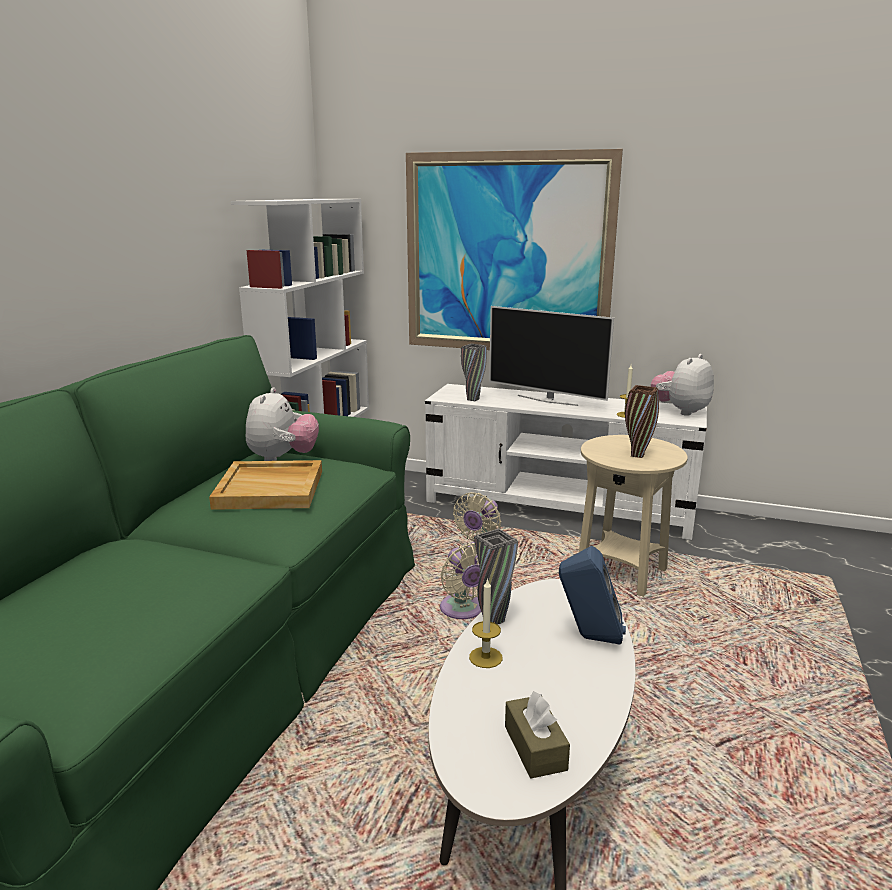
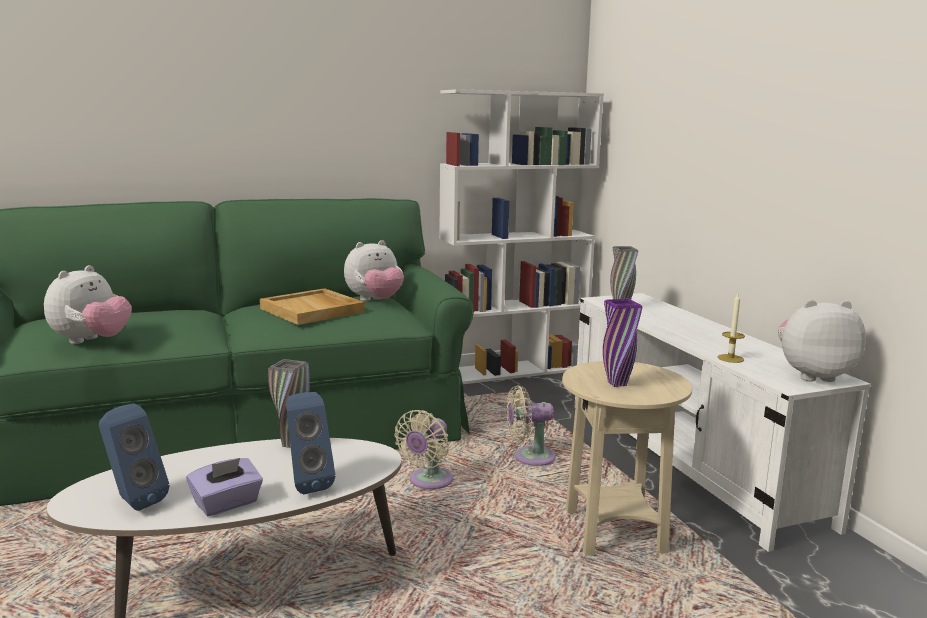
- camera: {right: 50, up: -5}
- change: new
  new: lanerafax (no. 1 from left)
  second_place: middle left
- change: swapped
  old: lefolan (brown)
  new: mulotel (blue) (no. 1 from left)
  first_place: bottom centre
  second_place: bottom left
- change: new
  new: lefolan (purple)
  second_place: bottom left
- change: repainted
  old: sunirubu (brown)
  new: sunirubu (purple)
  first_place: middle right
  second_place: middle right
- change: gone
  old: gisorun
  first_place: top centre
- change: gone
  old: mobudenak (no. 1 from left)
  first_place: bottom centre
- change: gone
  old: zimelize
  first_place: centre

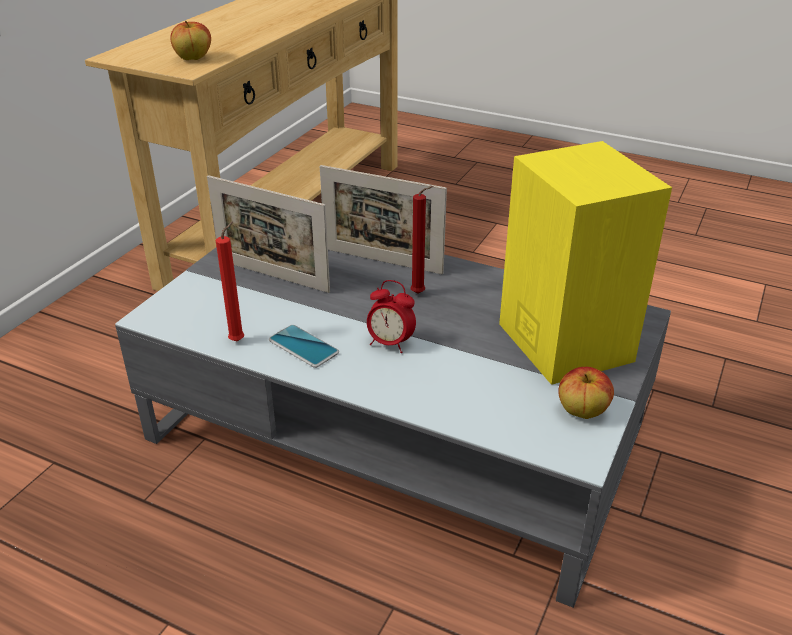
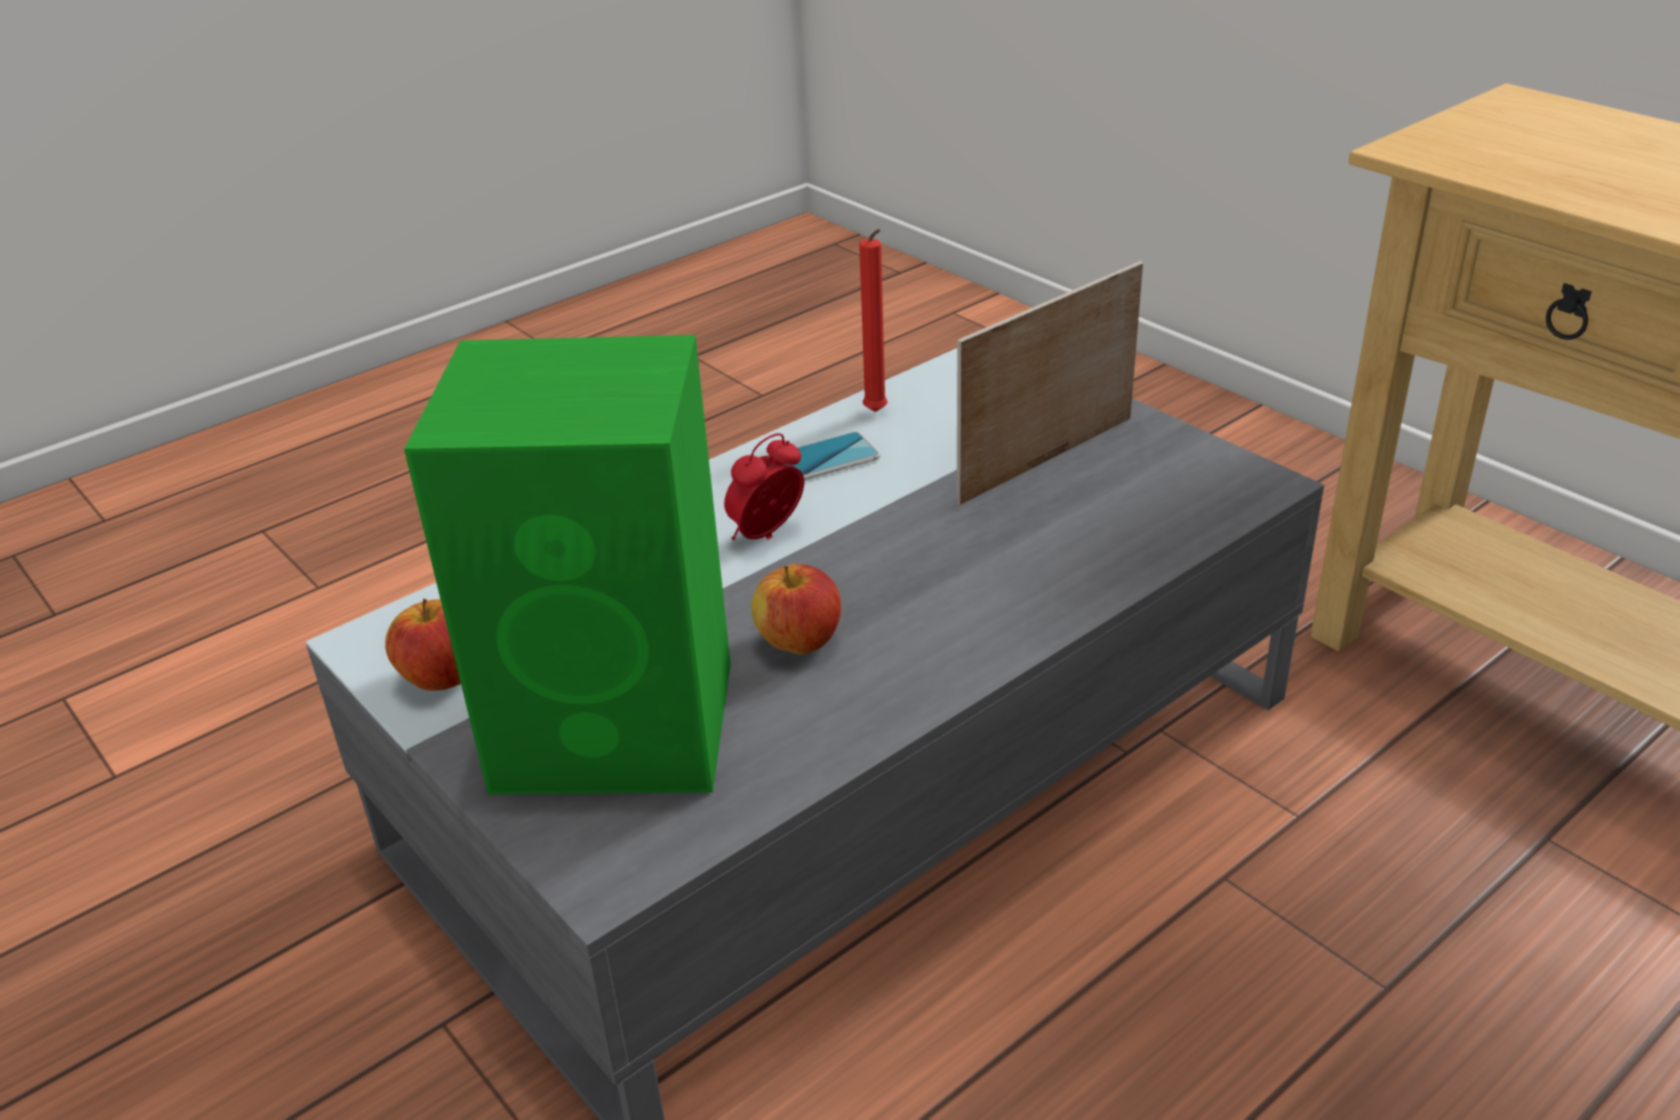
- camera: {right: 115, up: 0}
- change: repainted
  old: mulotel (yellow)
  new: mulotel (green)
  first_place: middle right
  second_place: centre
- change: shifted
  old: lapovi (no. 1 from left in the first image)
  new: lapovi (no. 2 from left)
  first_place: top left
  second_place: centre
- change: gone
  old: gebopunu (no. 2 from left)
  first_place: centre
- change: gone
  old: mobudenak (red) (no. 2 from left)
  first_place: centre

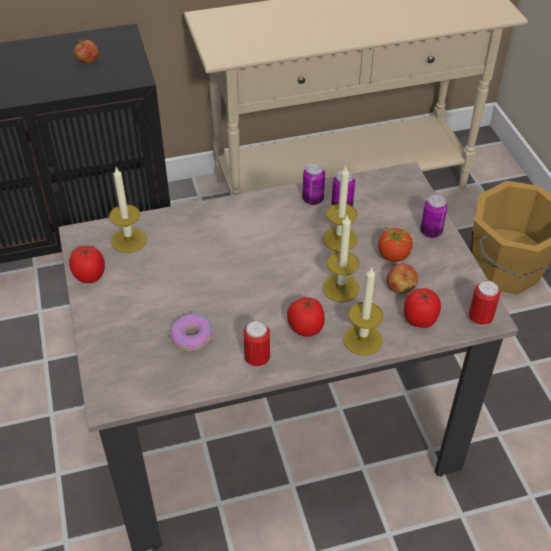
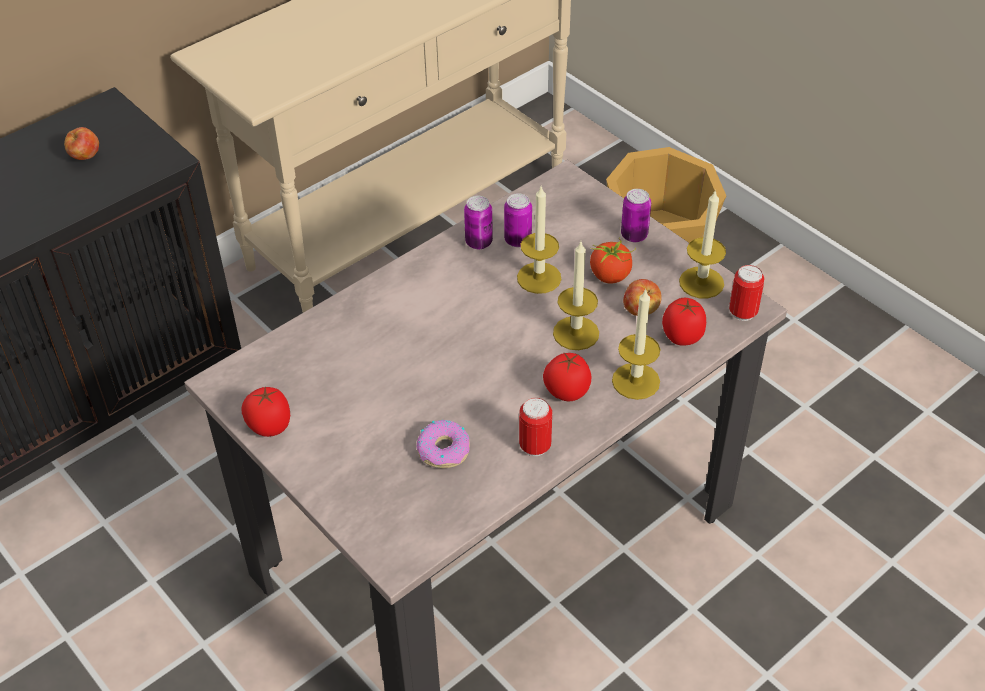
- camera: {right: -25, up: 0}
- change: shifted
  old: mobudenak (no. 1 from left in the first image)
  new: mobudenak (no. 4 from left)
  first_place: middle left
  second_place: middle right

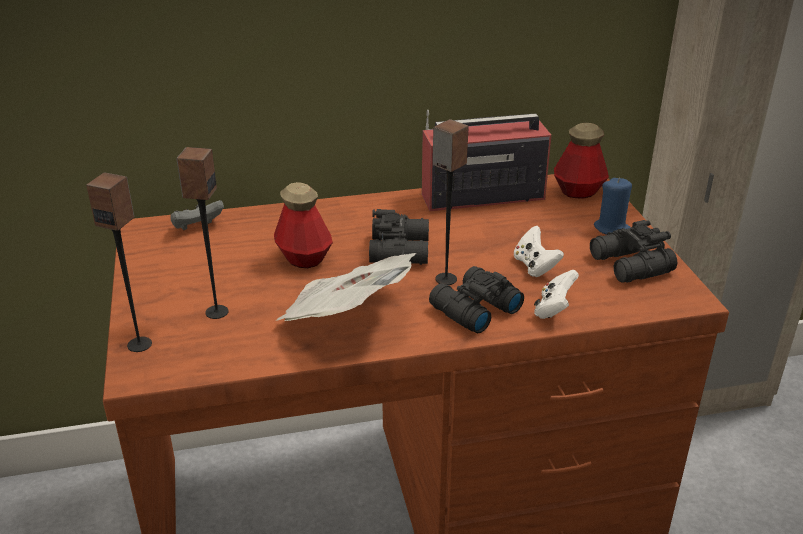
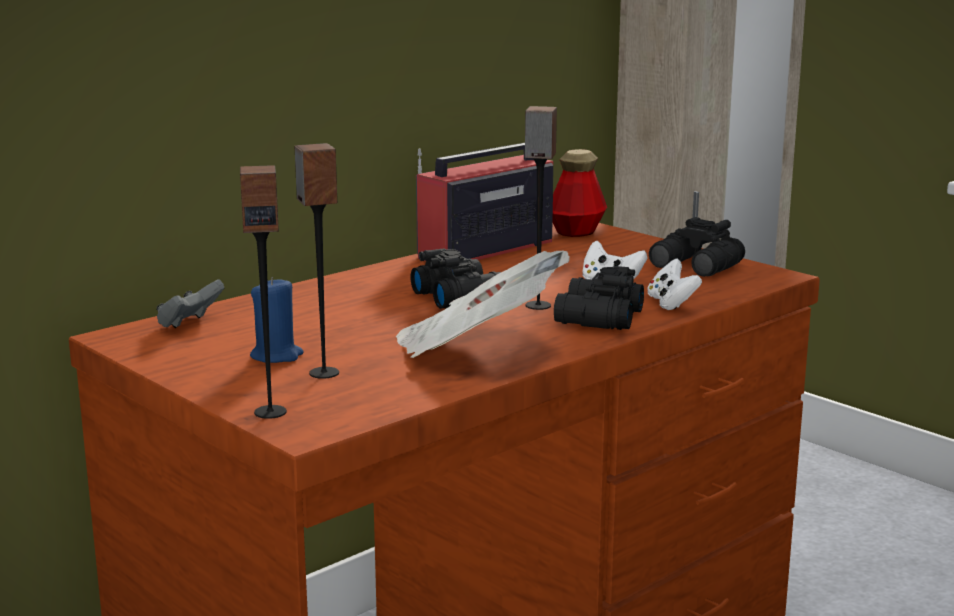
- camera: {right: -30, up: -15}
- change: shifted
  old: mobudenak (blue)
  first_place: middle right
  second_place: middle left
- change: gone
  old: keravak (no. 1 from left)
  first_place: centre

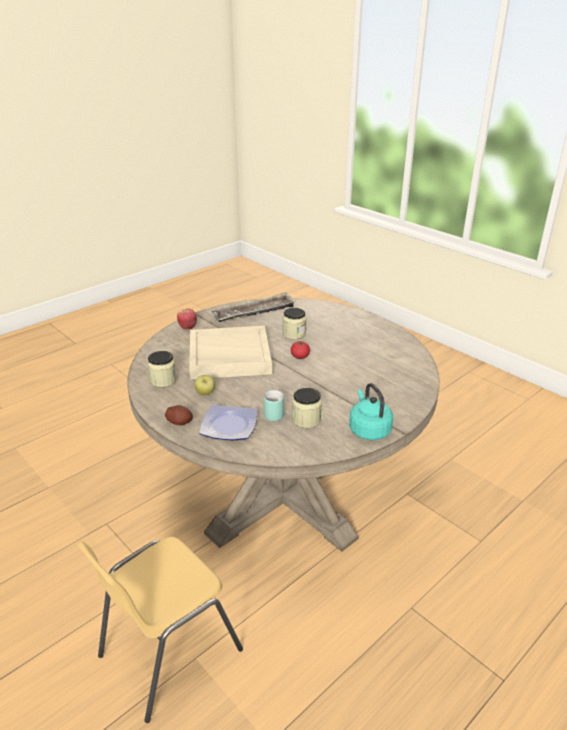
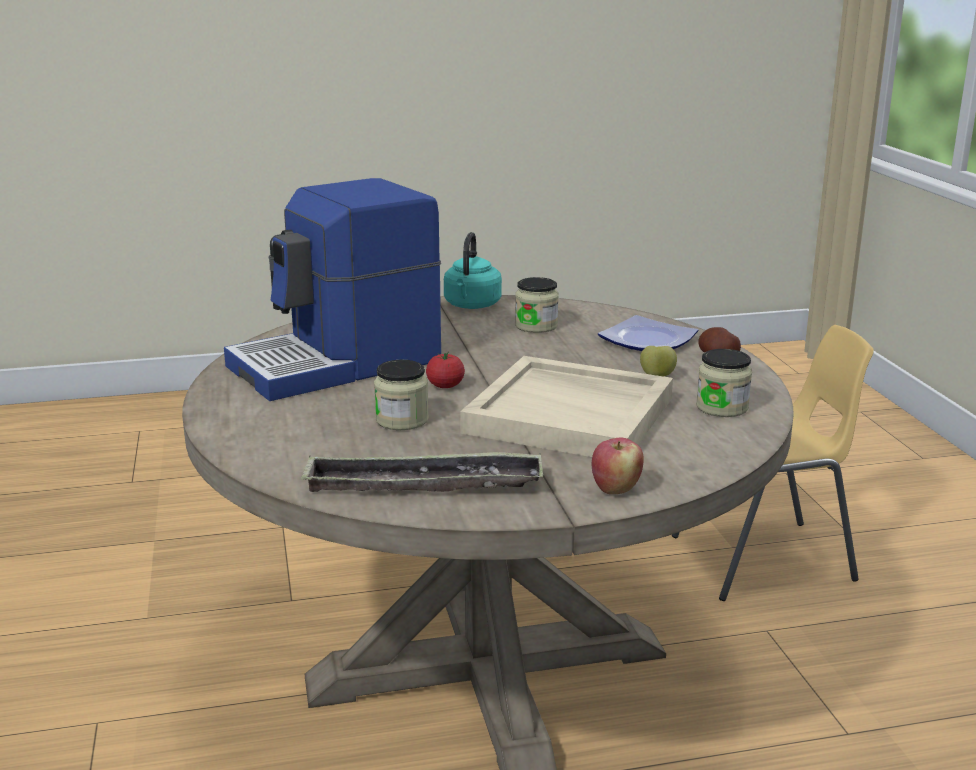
- camera: {right: -150, up: -10}
- change: new
  new: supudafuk
  second_place: centre
- change: gone
  old: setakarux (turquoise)
  first_place: centre

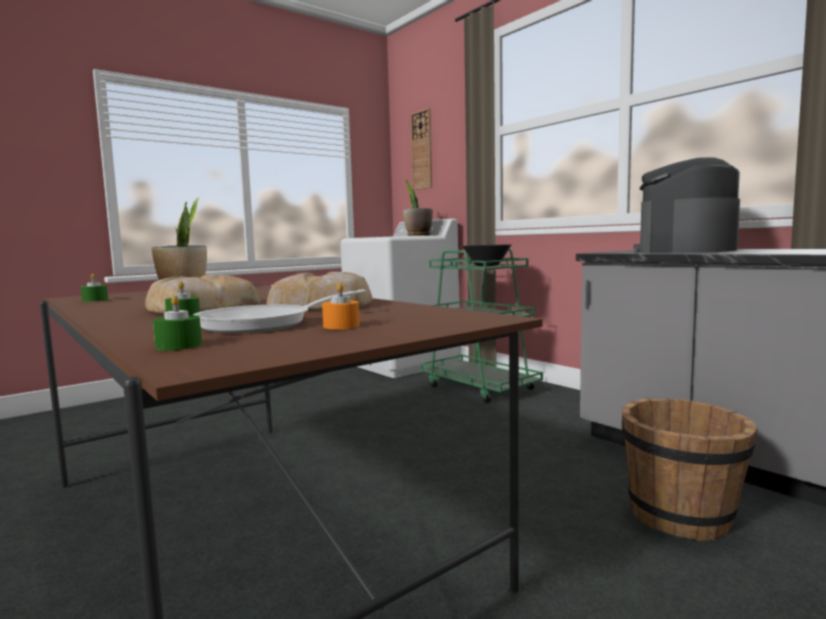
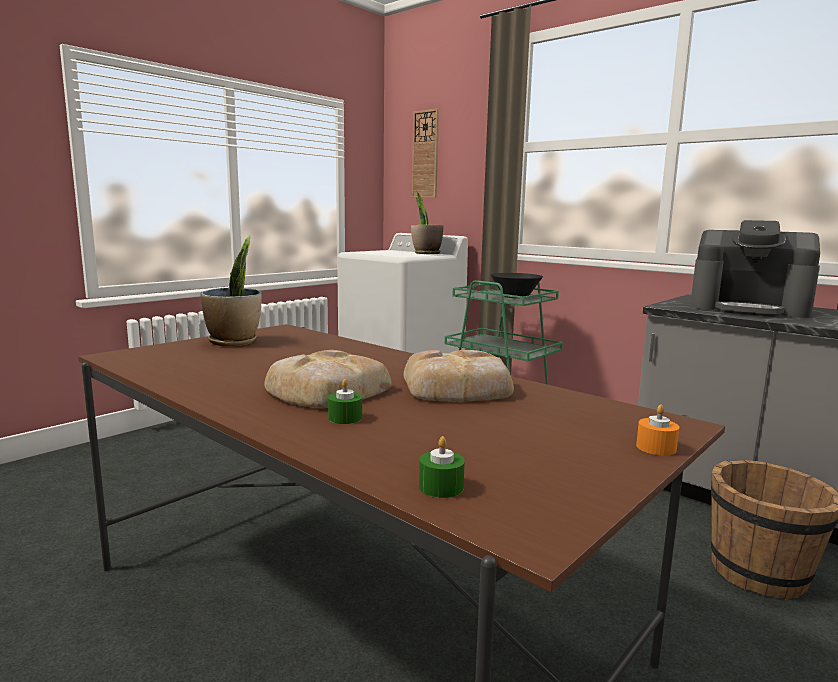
- camera: {right: -10, up: 5}
- change: shifted
  old: mobudenak (orange)
  first_place: centre
  second_place: middle right
- change: rotated
  old: supudafuk
  first_place: top right
  second_place: middle right
  degrees: -90
- change: gone
  old: mobudenak (green) (no. 1 from left)
  first_place: middle left
- change: gone
  old: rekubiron
  first_place: centre

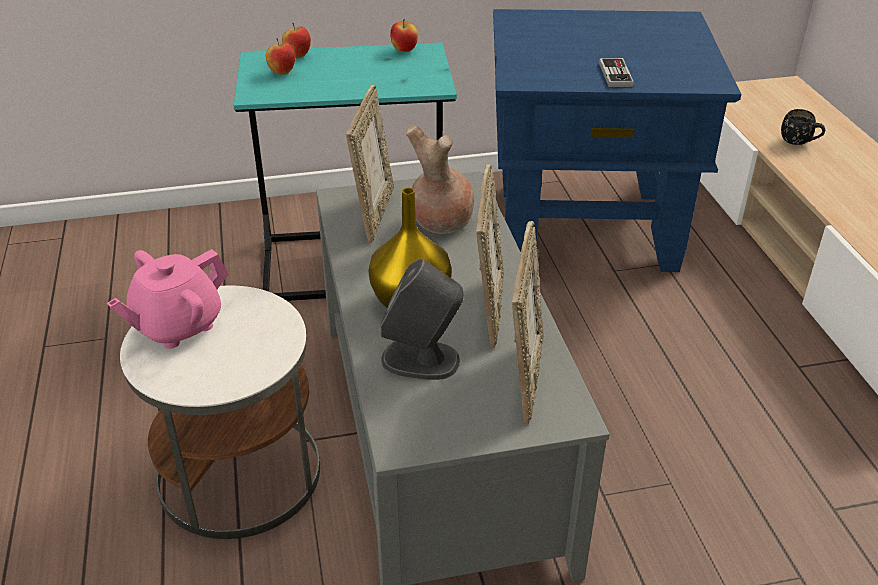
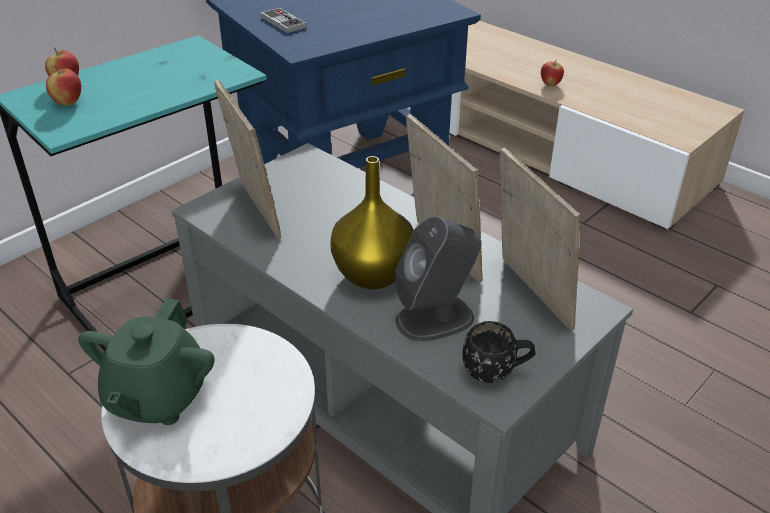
- camera: {right: -35, up: 0}
- change: repainted
  old: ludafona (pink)
  new: ludafona (green)
  first_place: middle left
  second_place: bottom left
- change: shifted
  old: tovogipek
  first_place: top right
  second_place: top centre
- change: shifted
  old: setakarux (black)
  first_place: top right
  second_place: bottom centre
- change: shifted
  old: lapovi (no. 3 from left)
  first_place: top centre
  second_place: top right
- change: gone
  old: sunirubu (brown)
  first_place: top centre

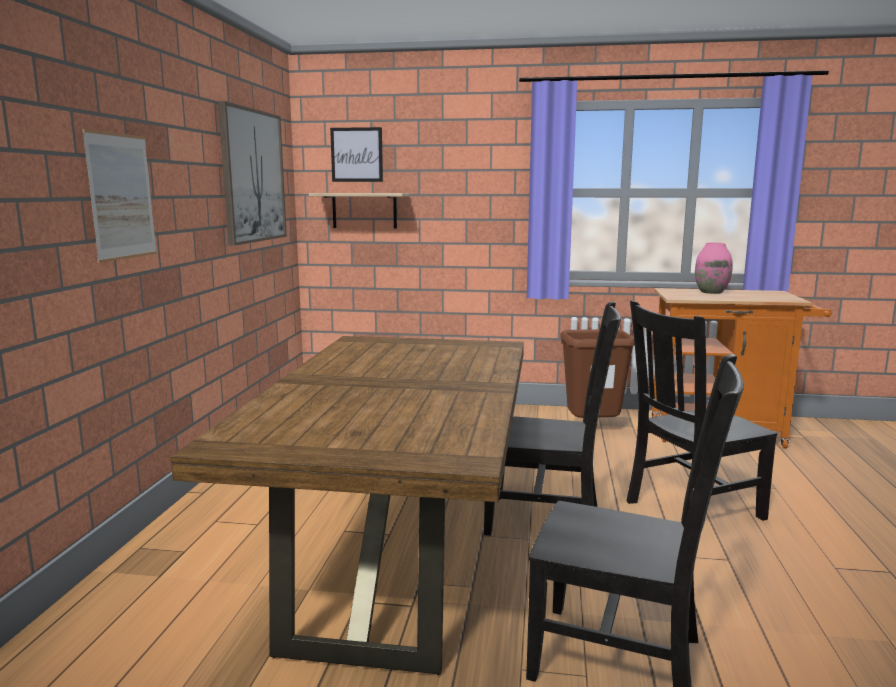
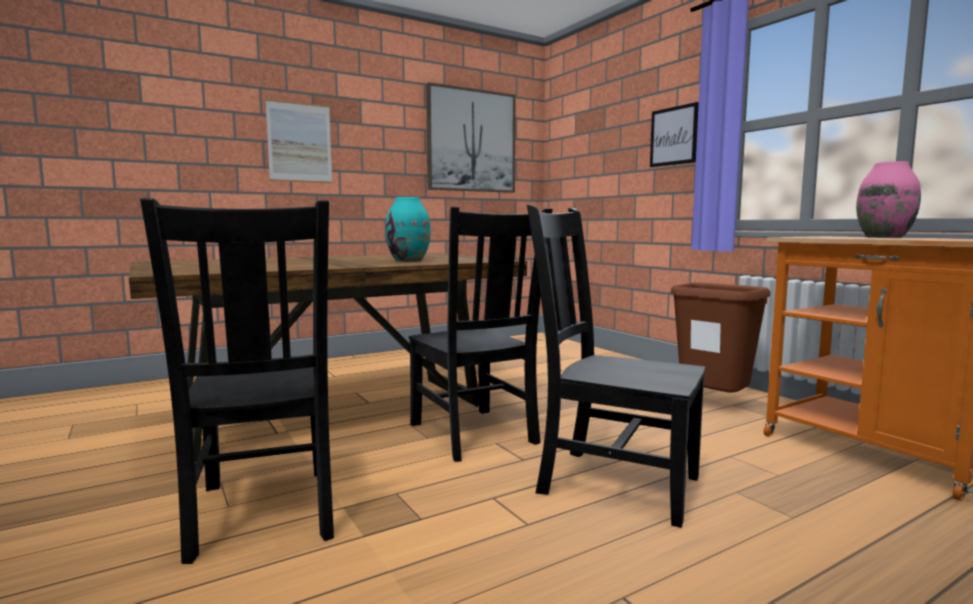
- camera: {right: 50, up: -5}
- change: new
  new: sunirubu (turquoise)
  second_place: centre
- change: shifted
  old: gisorun (no. 3 from left)
  first_place: top centre
  second_place: top right
- change: gone
  old: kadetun
  first_place: top centre

